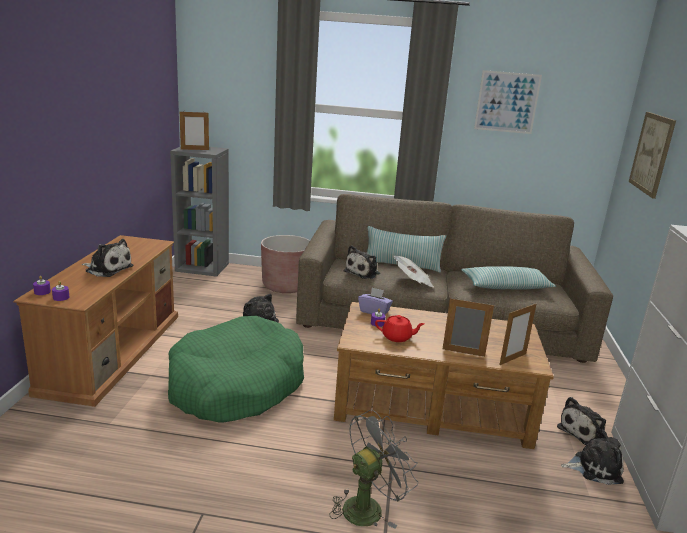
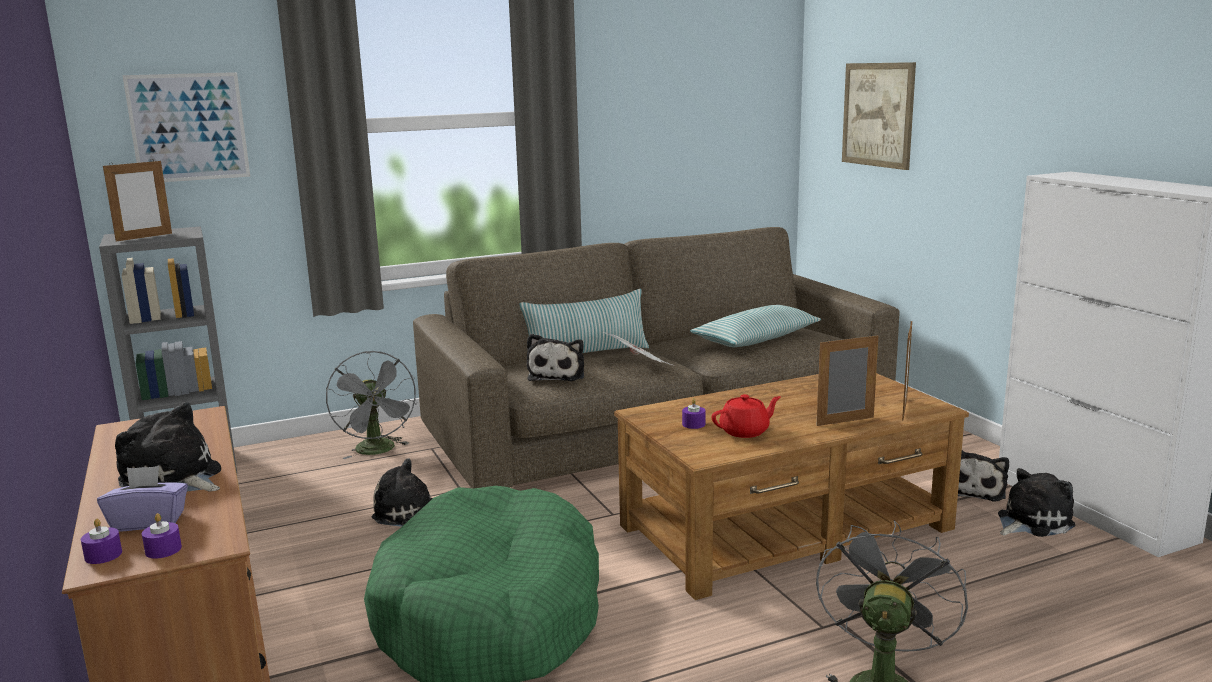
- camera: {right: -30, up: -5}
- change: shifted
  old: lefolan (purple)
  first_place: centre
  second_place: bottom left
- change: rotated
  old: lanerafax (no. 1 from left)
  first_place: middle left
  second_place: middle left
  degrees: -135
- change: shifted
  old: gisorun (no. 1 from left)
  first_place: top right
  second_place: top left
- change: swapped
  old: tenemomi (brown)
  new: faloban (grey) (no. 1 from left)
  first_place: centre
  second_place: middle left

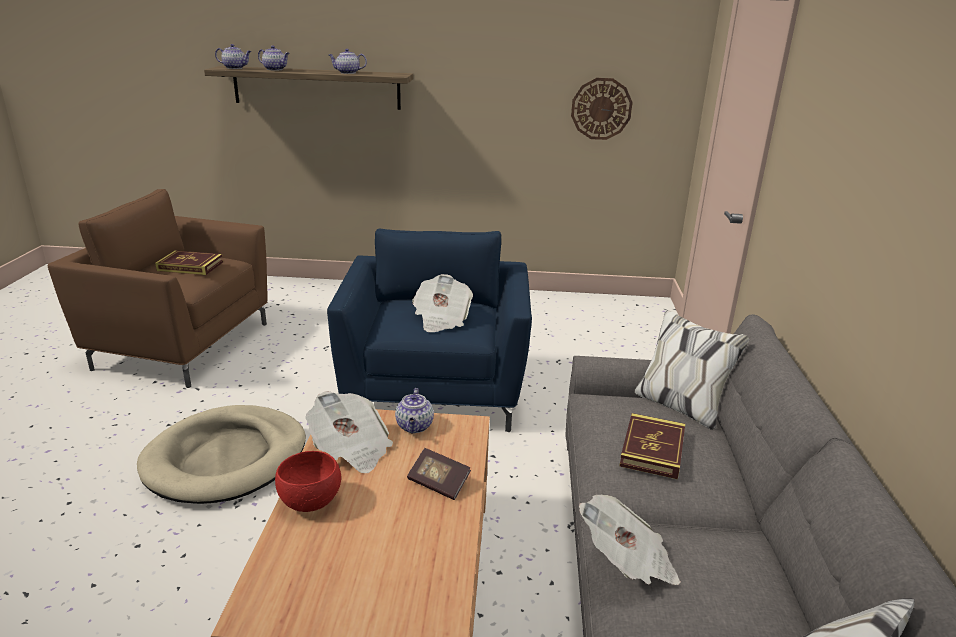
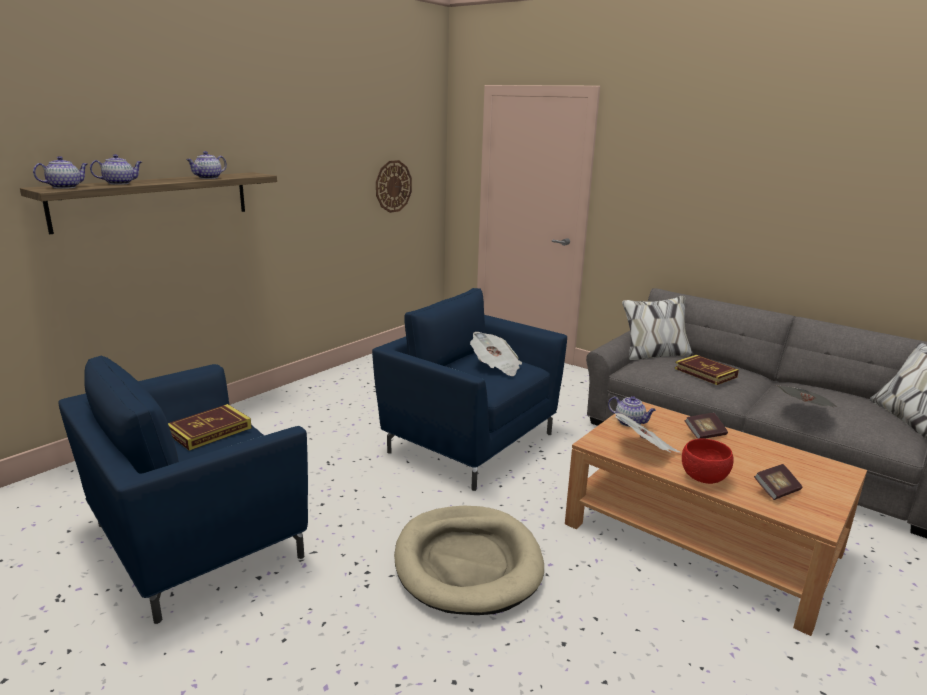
- camera: {right: -55, up: -5}
- change: repainted
  old: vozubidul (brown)
  new: vozubidul (blue) (no. 1 from left)
  first_place: middle left
  second_place: bottom left
- change: new
  new: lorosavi (no. 4 from left)
  second_place: bottom right

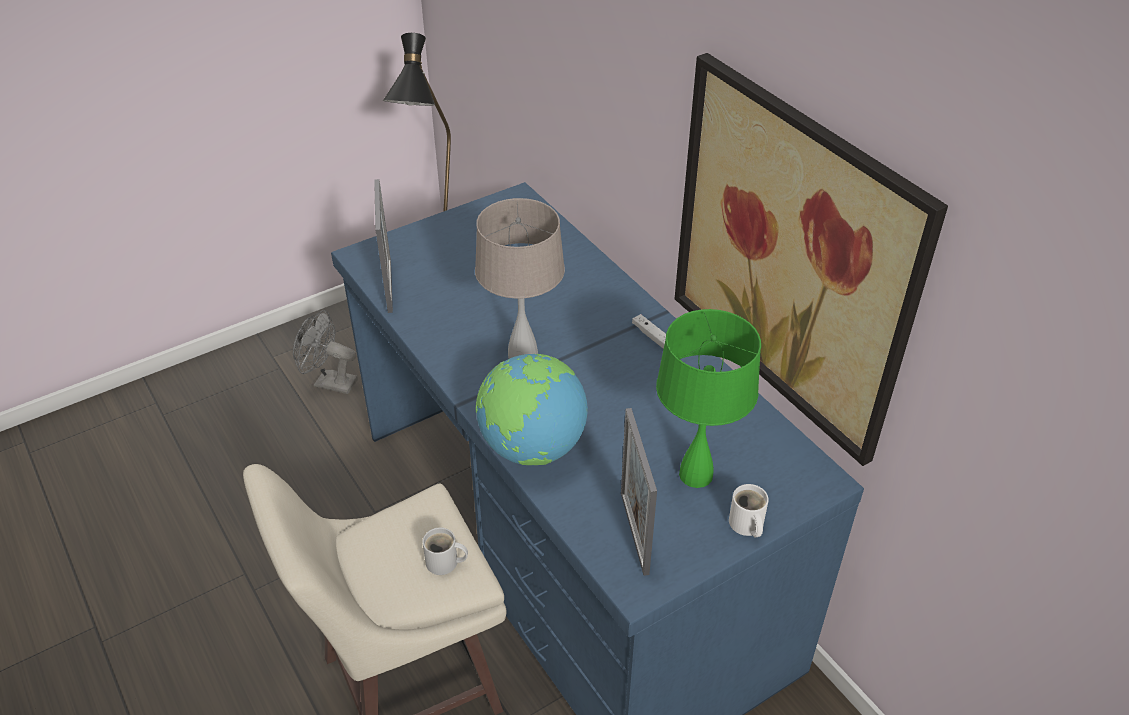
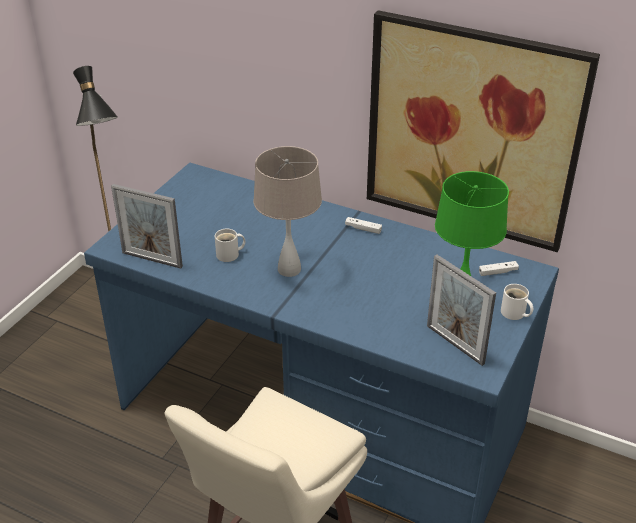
- camera: {right: -30, up: -5}
- change: rotated
  old: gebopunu (no. 1 from left)
  first_place: centre
  second_place: middle left
  degrees: 150
- change: shifted
  old: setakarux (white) (no. 1 from left)
  first_place: bottom centre
  second_place: centre
- change: new
  new: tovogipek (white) (no. 2 from left)
  second_place: middle right
- change: gone
  old: faloban (grey)
  first_place: middle left
- change: gone
  old: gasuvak
  first_place: centre

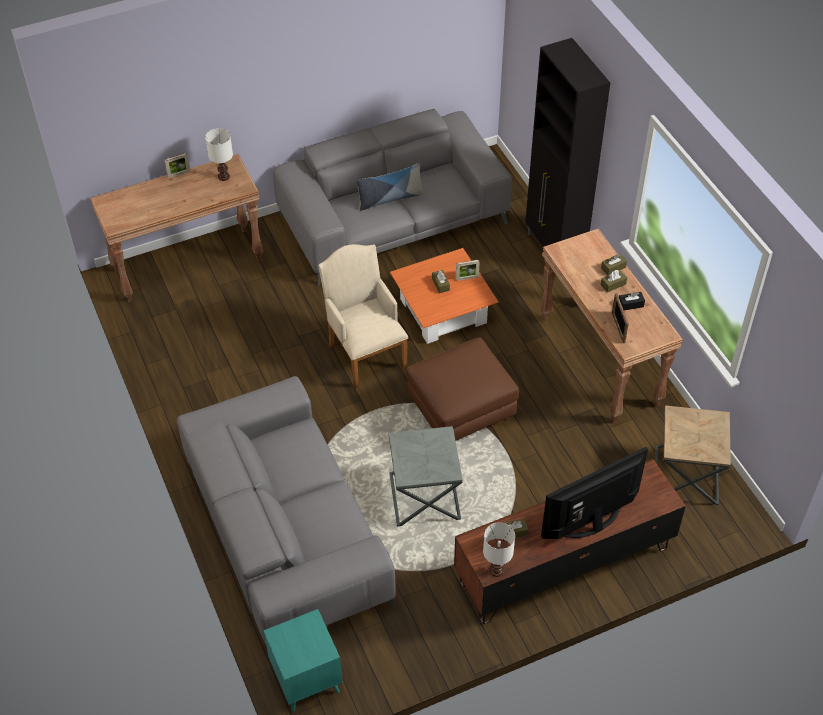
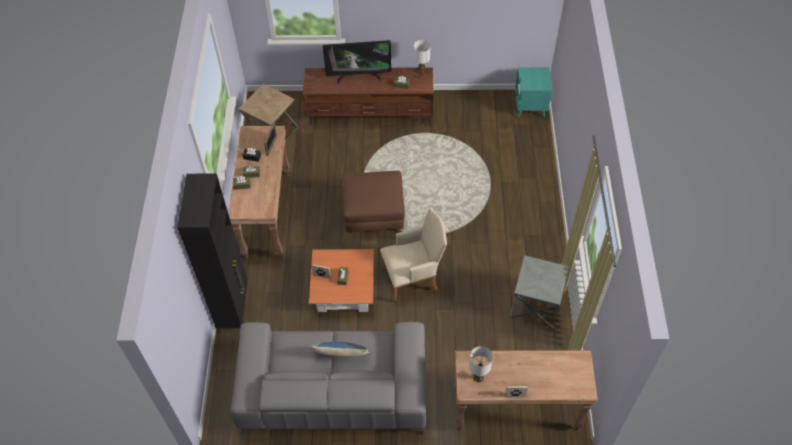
- camera: {right: -155, up: 5}
- change: rotated
  old: vozubidul (beige)
  first_place: centre
  second_place: centre
  degrees: -105
- change: shifted
  old: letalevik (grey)
  first_place: centre
  second_place: middle right
- change: gone
  old: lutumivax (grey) (no. 1 from left)
  first_place: bottom centre

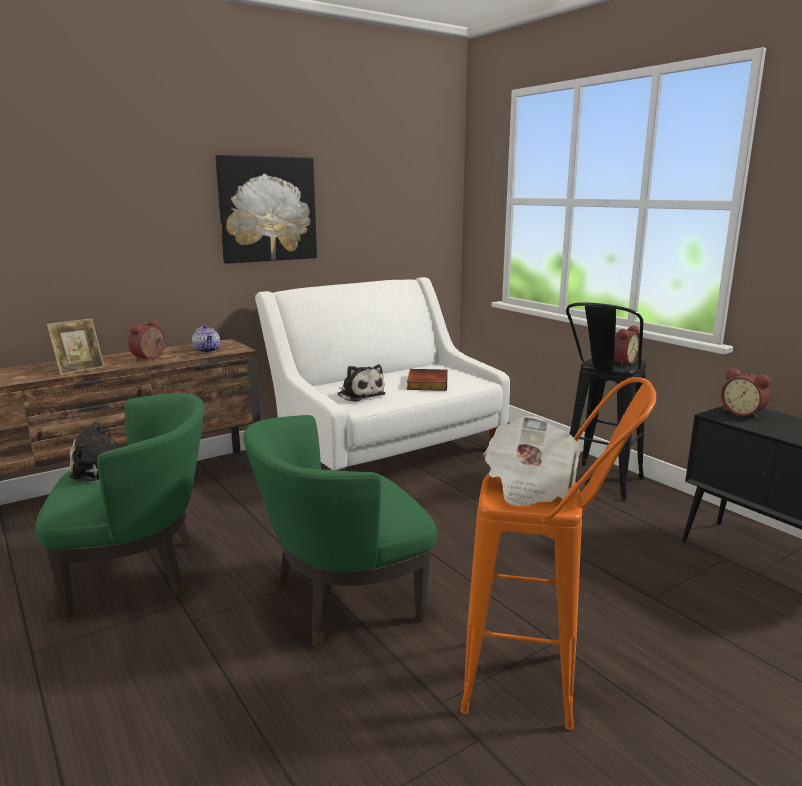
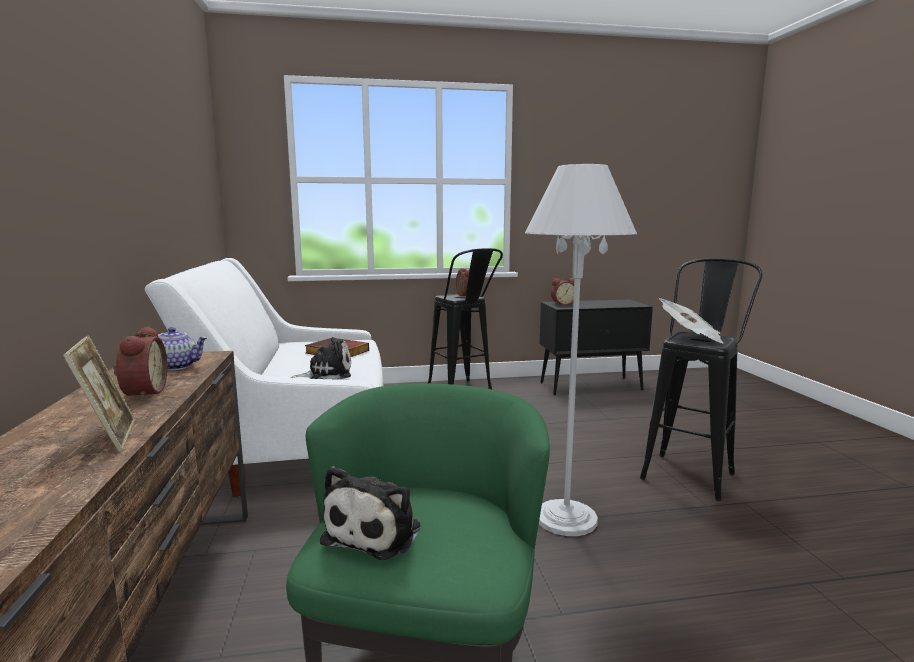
- camera: {right: -65, up: -5}
- change: rotated
  old: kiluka (no. 1 from left)
  first_place: middle left
  second_place: middle left
  degrees: -150
- change: swapped
  old: vozubidul (green) (no. 2 from left)
  new: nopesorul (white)
  first_place: bottom centre
  second_place: centre
- change: repainted
  old: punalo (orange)
  new: punalo (black) (no. 2 from left)
  first_place: bottom right
  second_place: middle right
- change: gone
  old: gisorun
  first_place: top left

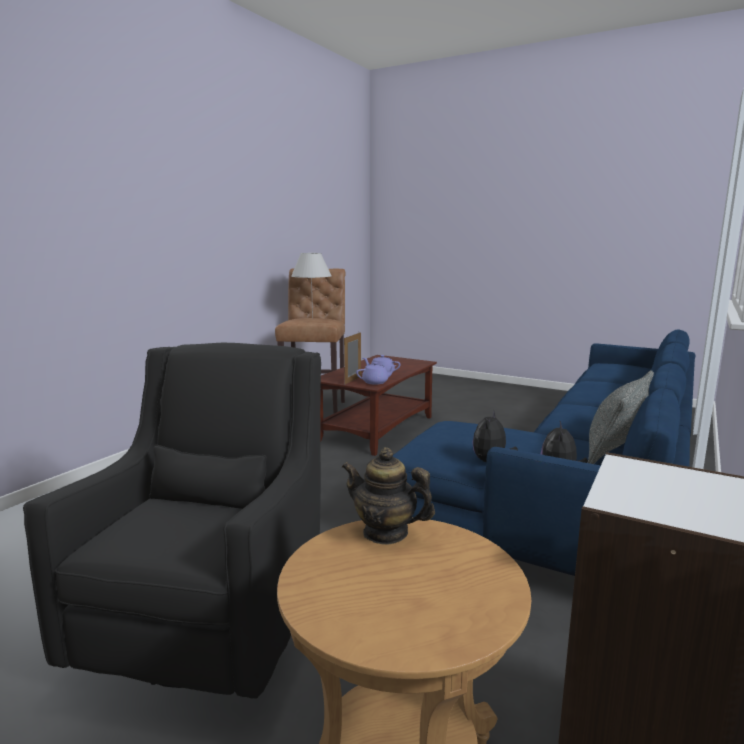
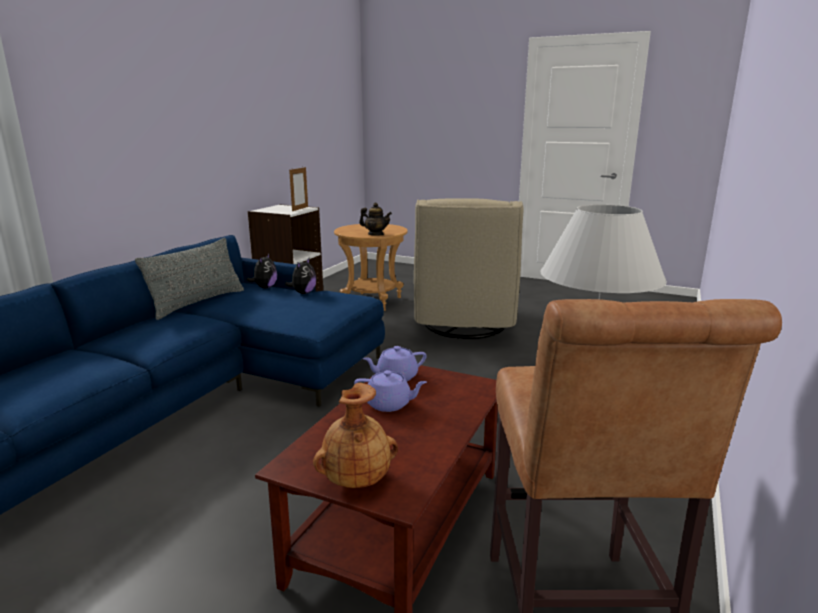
- camera: {right: 175, up: 5}
- change: shifted
  old: gebopunu
  first_place: centre
  second_place: top centre
- change: new
  new: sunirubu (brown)
  second_place: bottom centre
- change: repainted
  old: vozubidul (black)
  new: vozubidul (beige)
  first_place: bottom left
  second_place: centre

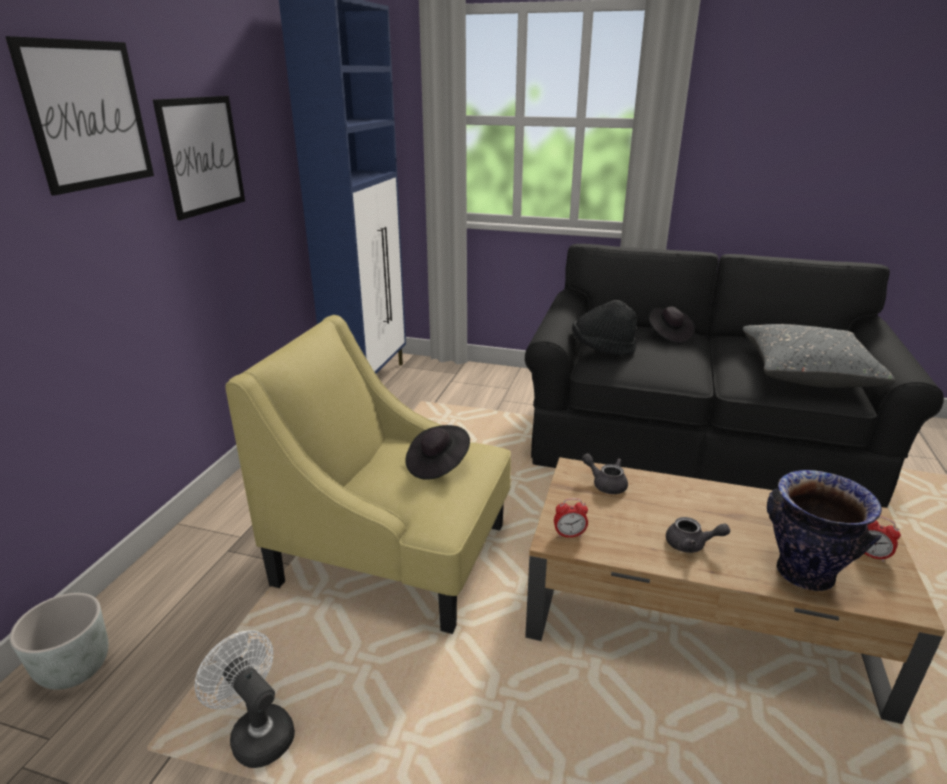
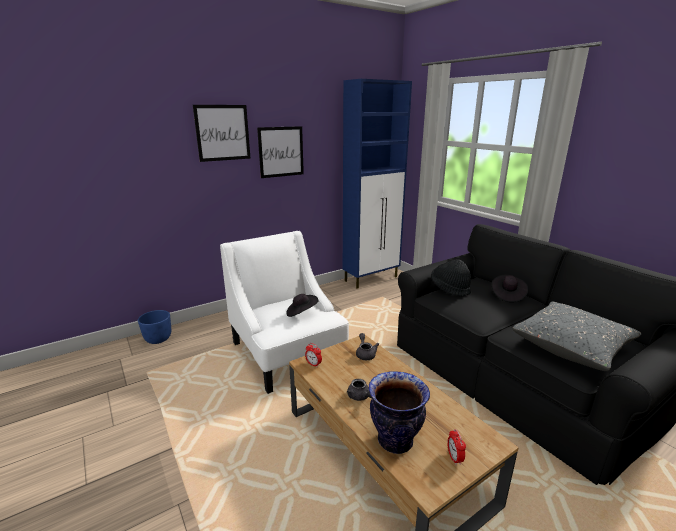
- camera: {right: 40, up: -5}
- change: repainted
  old: tenemomi (grey)
  new: tenemomi (blue)
  first_place: bottom left
  second_place: middle left
- change: repainted
  old: vozubidul (yellow)
  new: vozubidul (white)
  first_place: centre
  second_place: centre
- change: gone
  old: faloban (white)
  first_place: bottom left

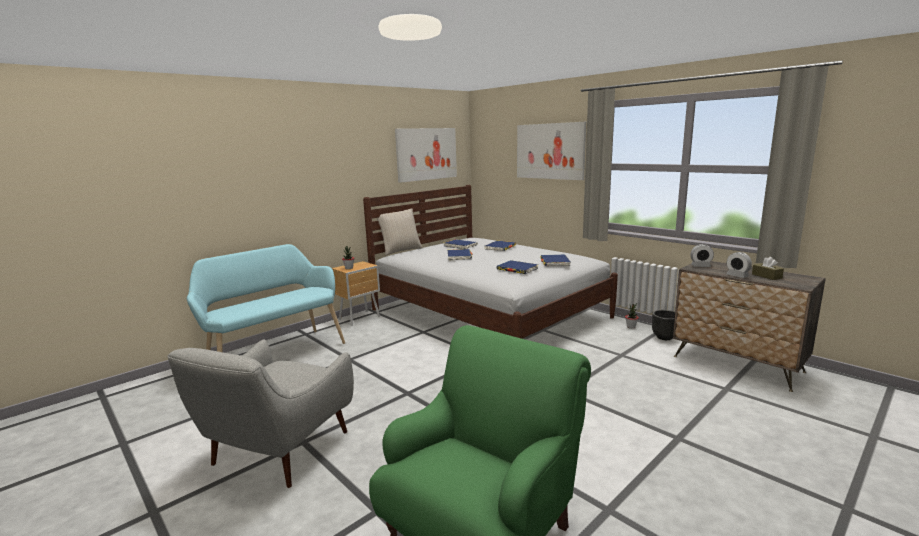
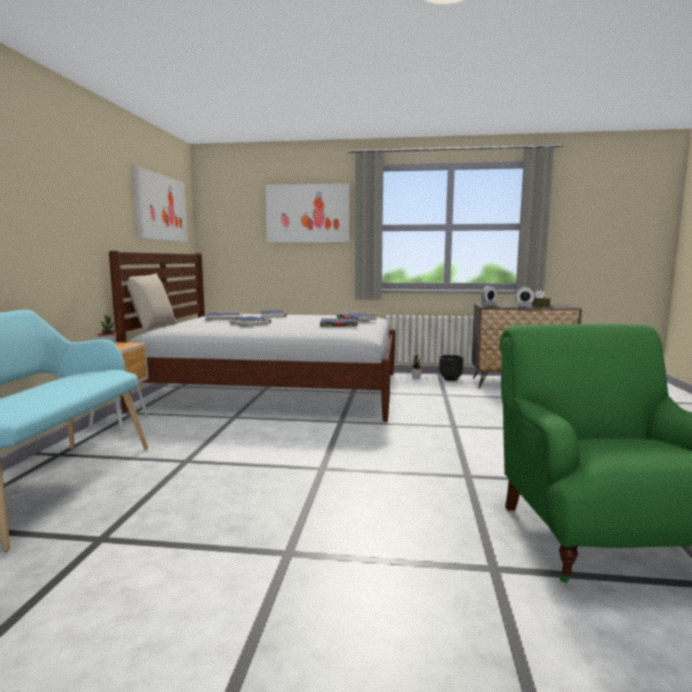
- camera: {right: -40, up: -5}
- change: gone
  old: vozubidul (grey)
  first_place: bottom left

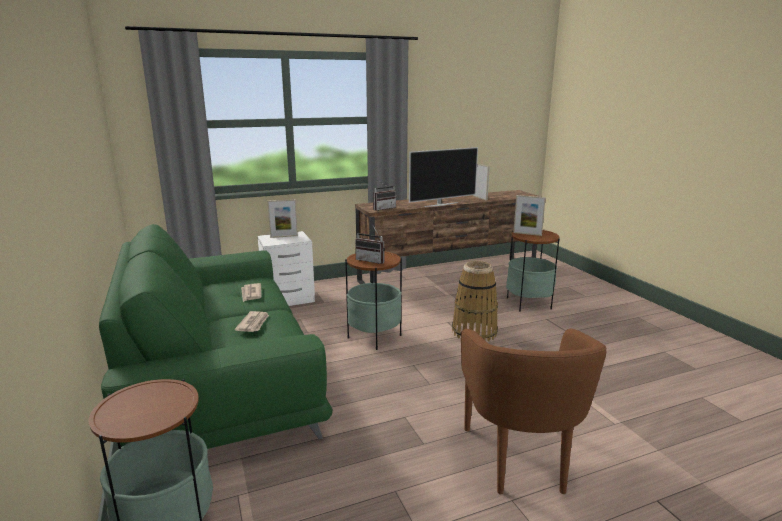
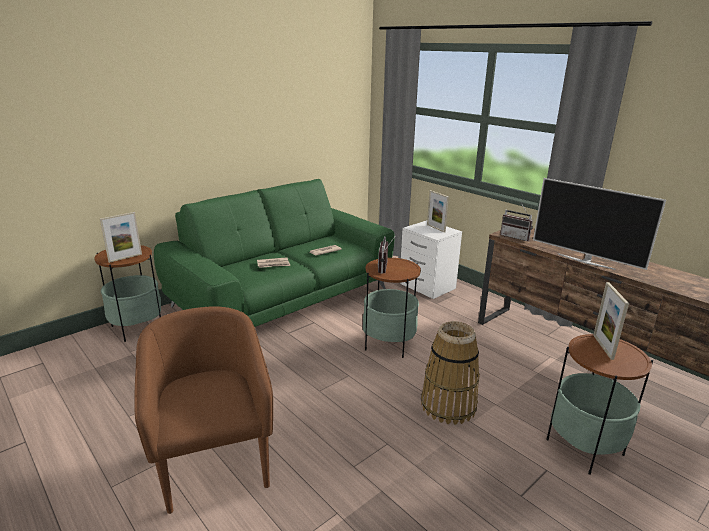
- camera: {right: 70, up: 5}
- change: shifted
  old: gebopunu (no. 2 from left in the first image)
  new: gebopunu (no. 1 from left)
  first_place: centre
  second_place: middle left
- change: rotated
  old: vozubidul (brown)
  first_place: bottom right
  second_place: bottom left
  degrees: 90

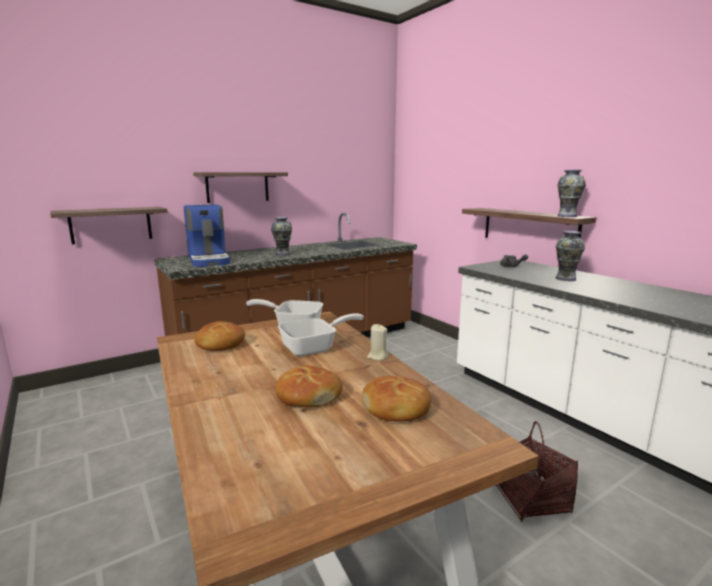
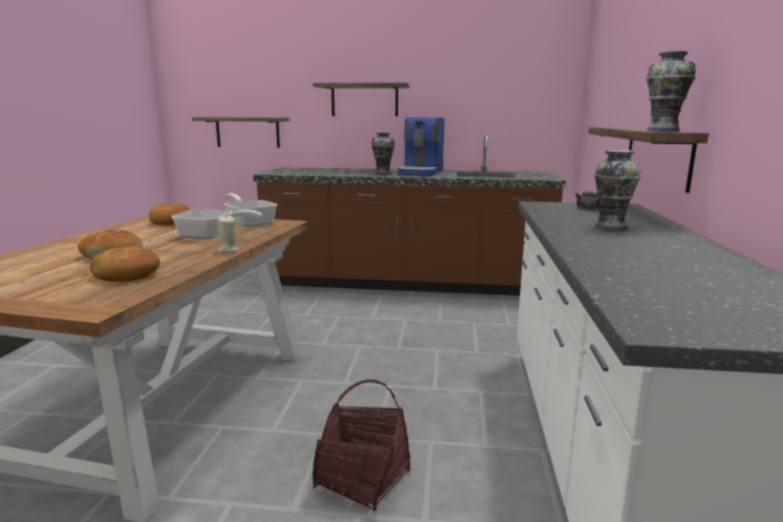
- camera: {right: 40, up: 0}
- change: shifted
  old: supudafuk
  first_place: middle left
  second_place: top centre

